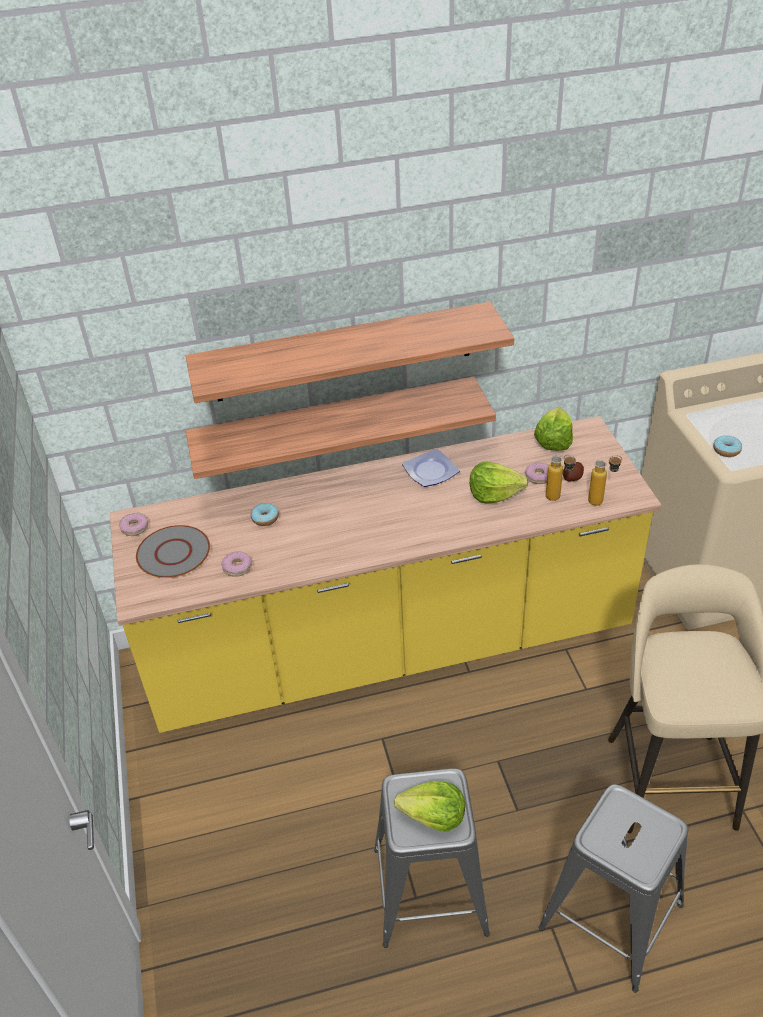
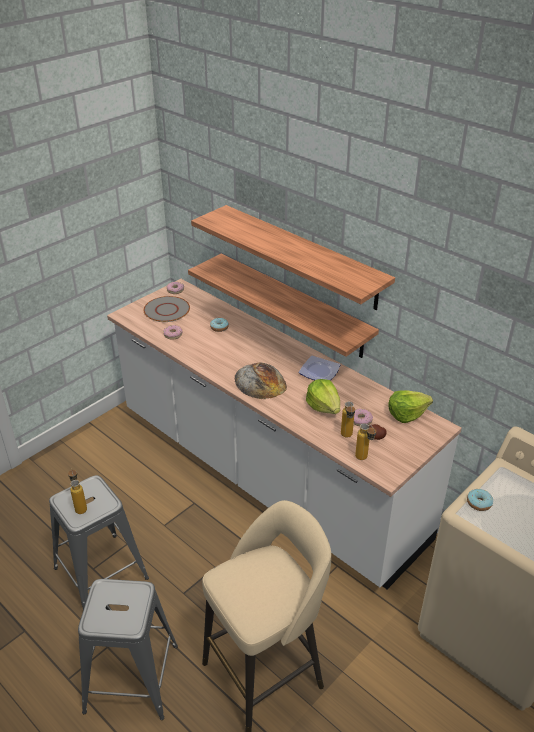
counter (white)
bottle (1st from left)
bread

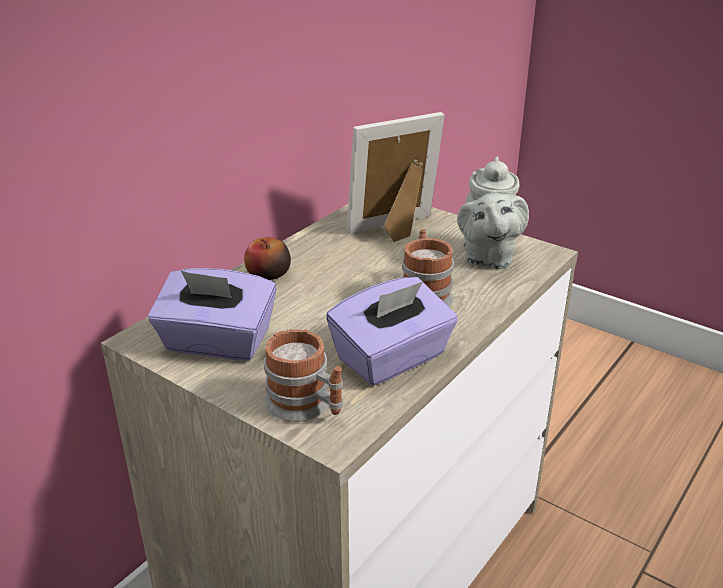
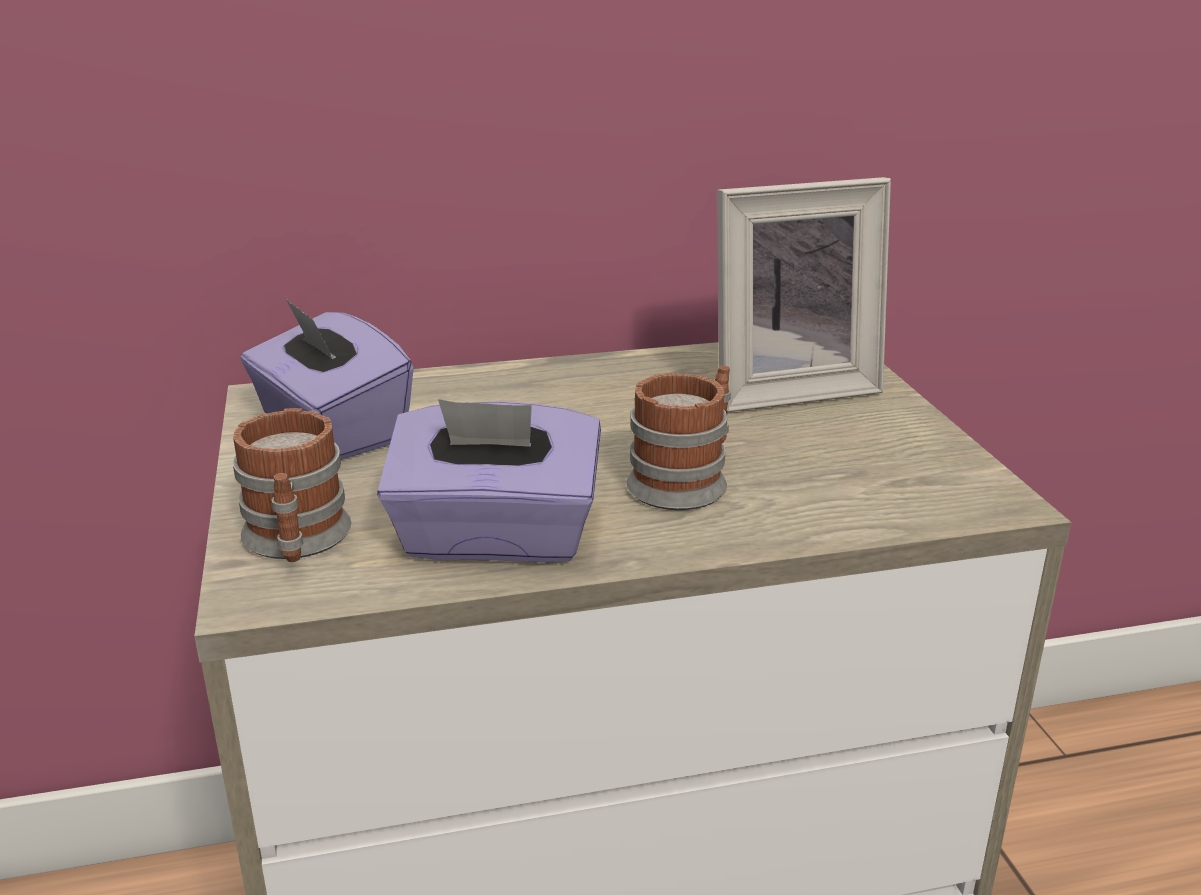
picture frame
teapot (grey)
apple

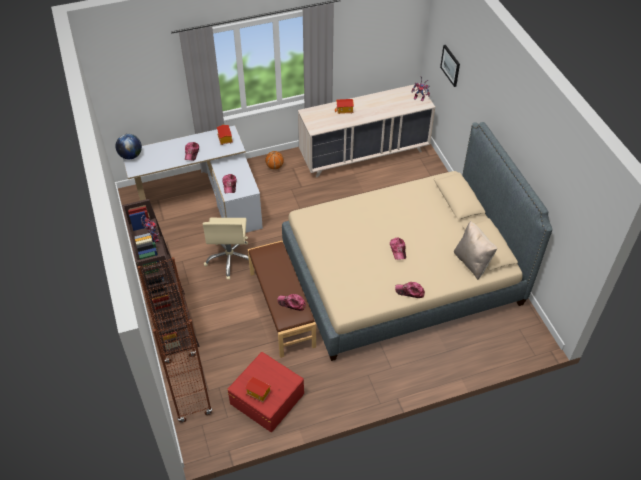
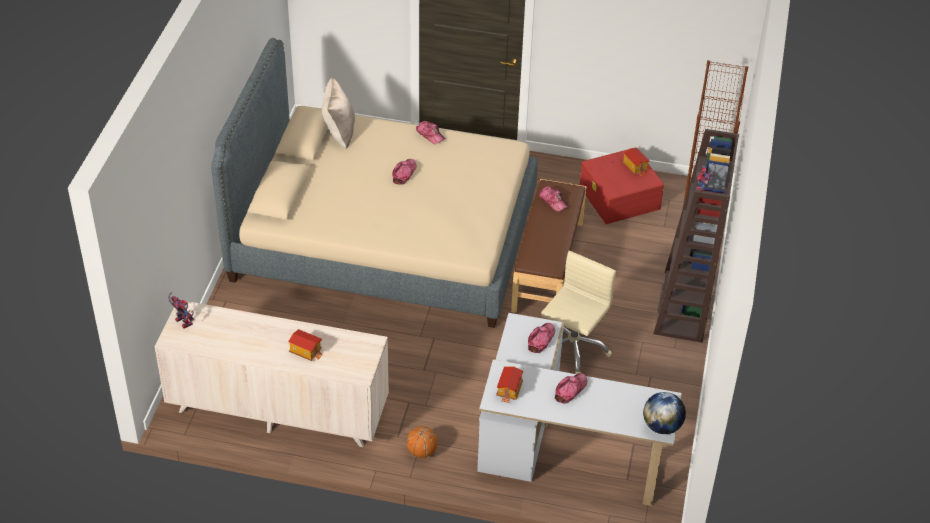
picture

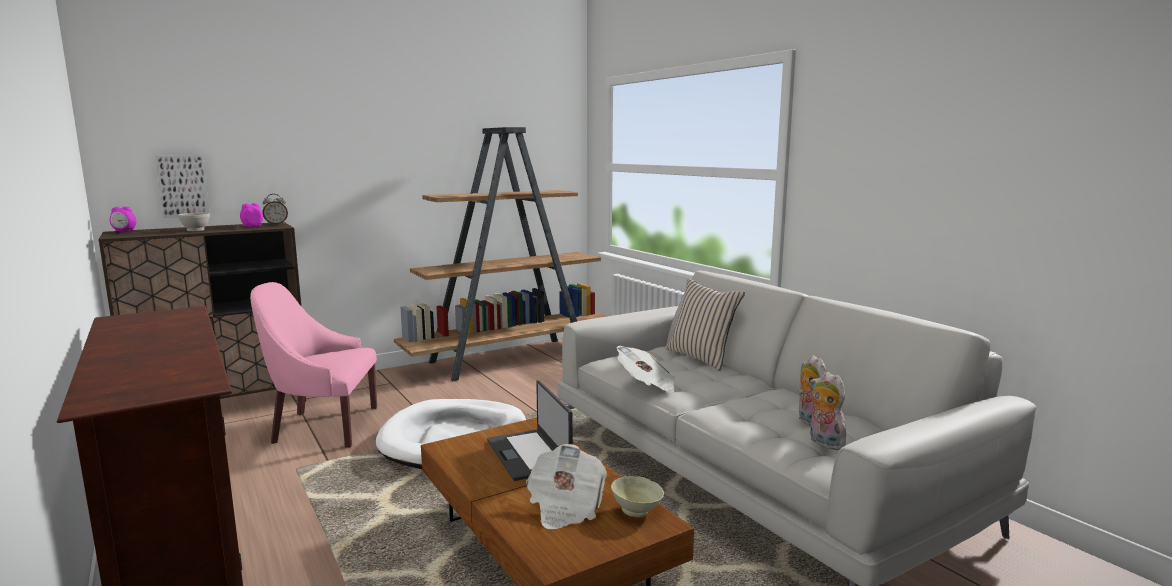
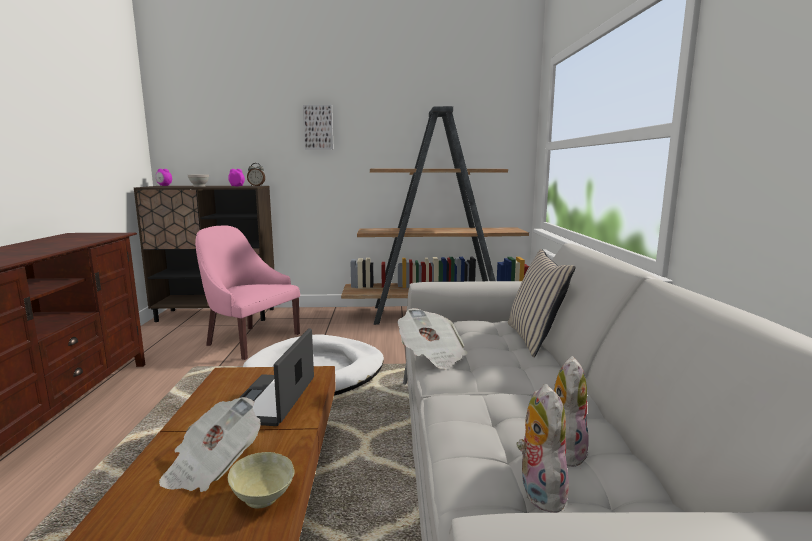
picture

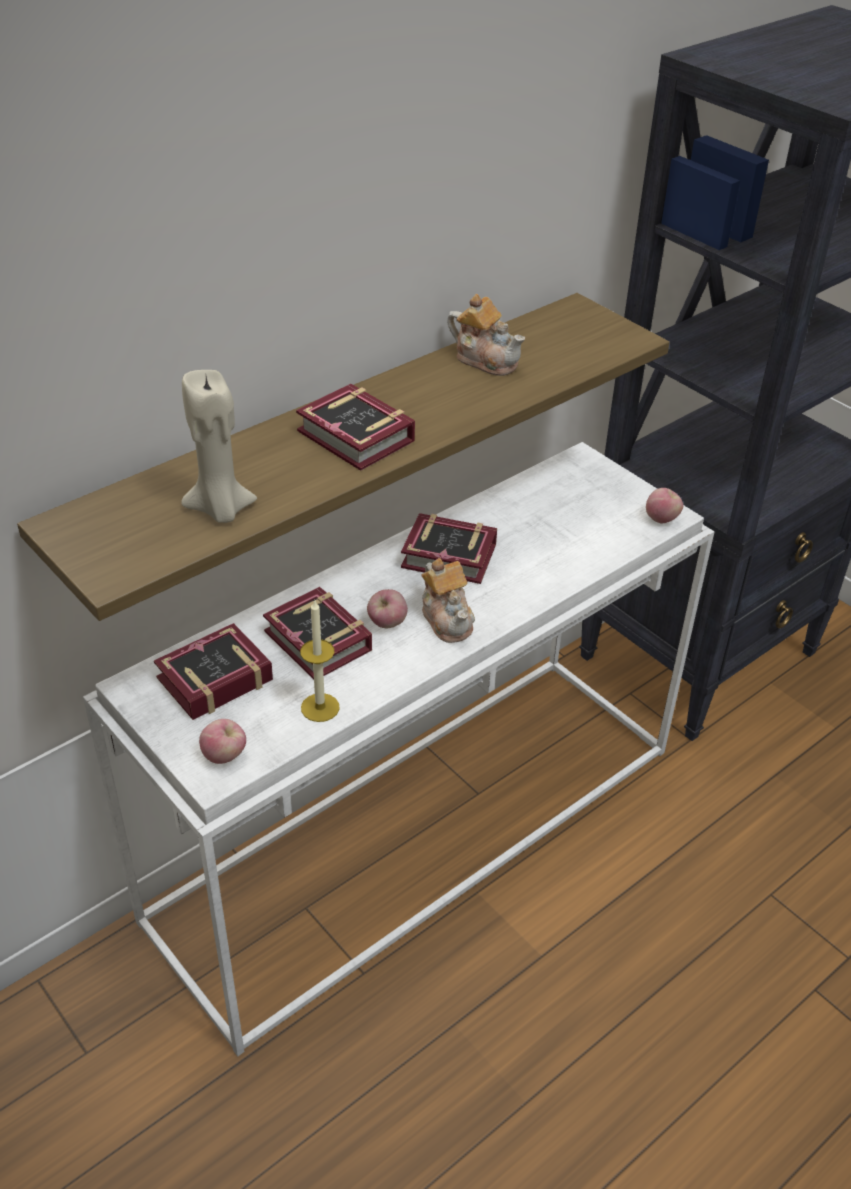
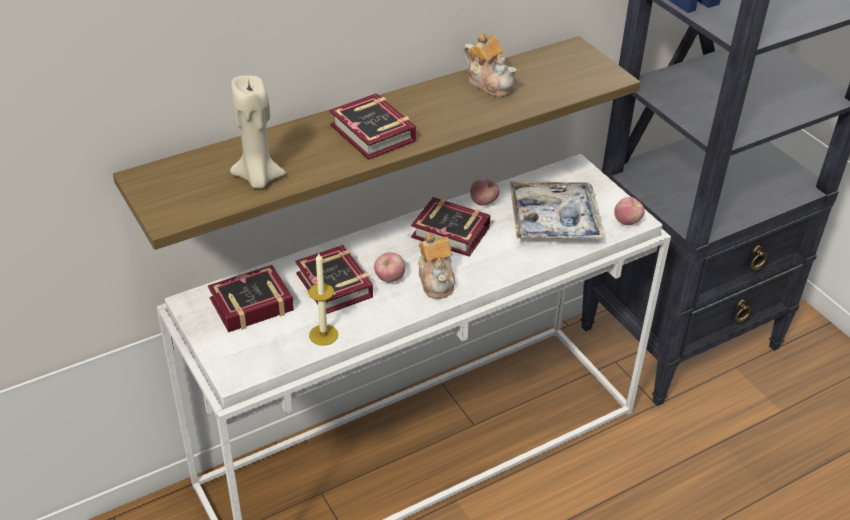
apple (2nd from left)
tray

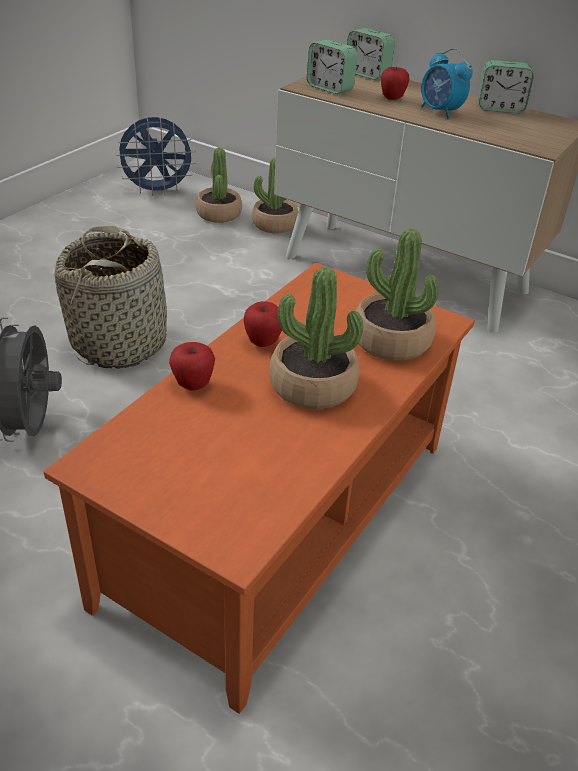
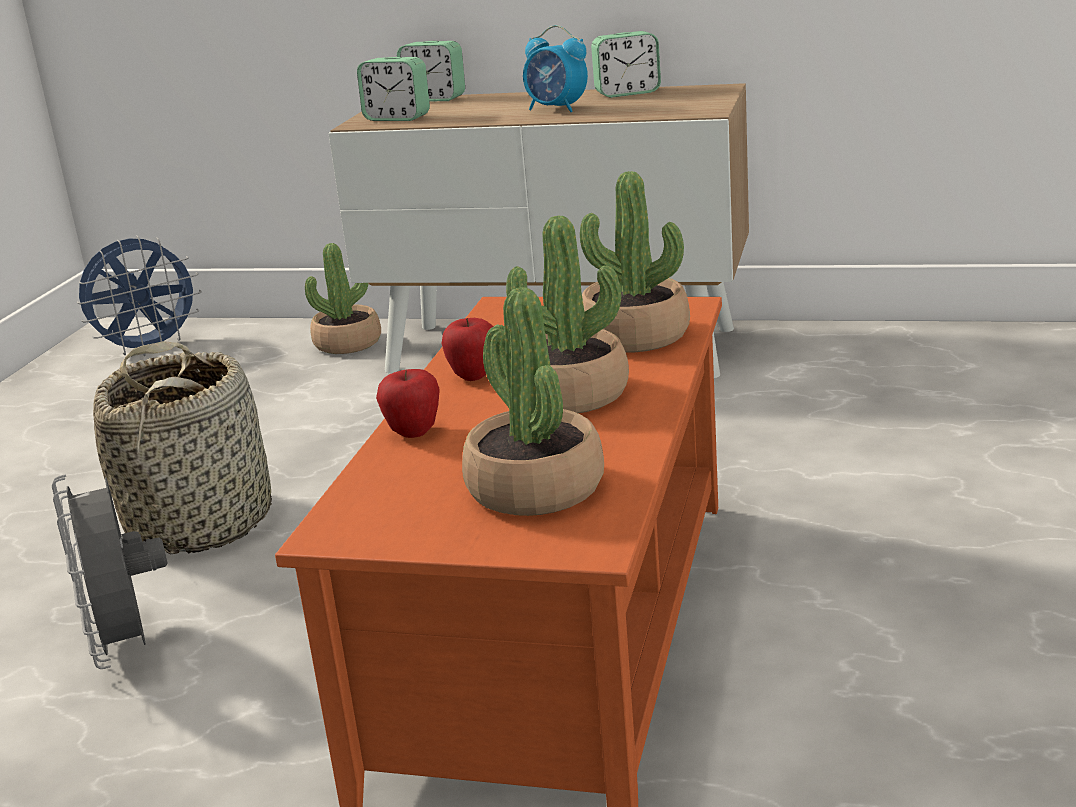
apple (3rd from left in the first image)
potted plant (2nd from left)

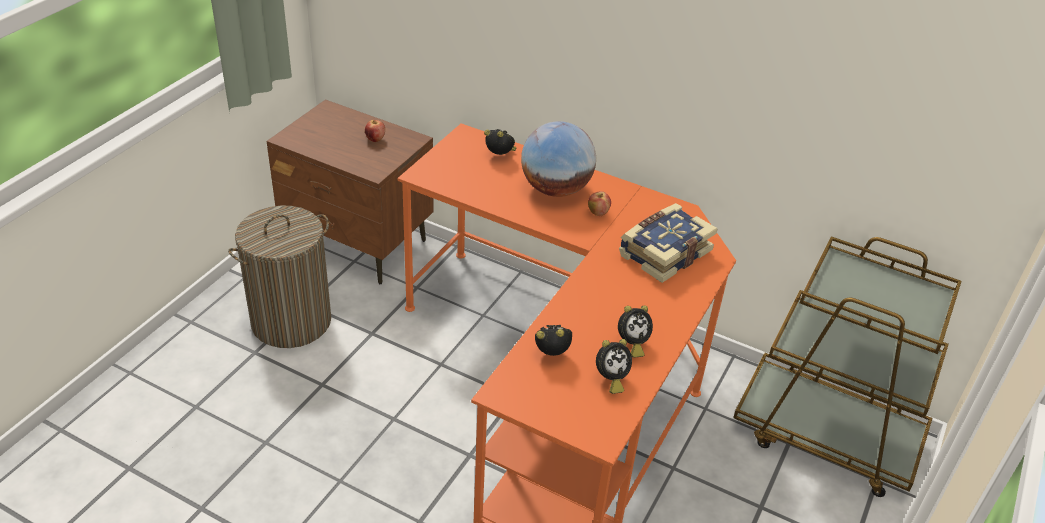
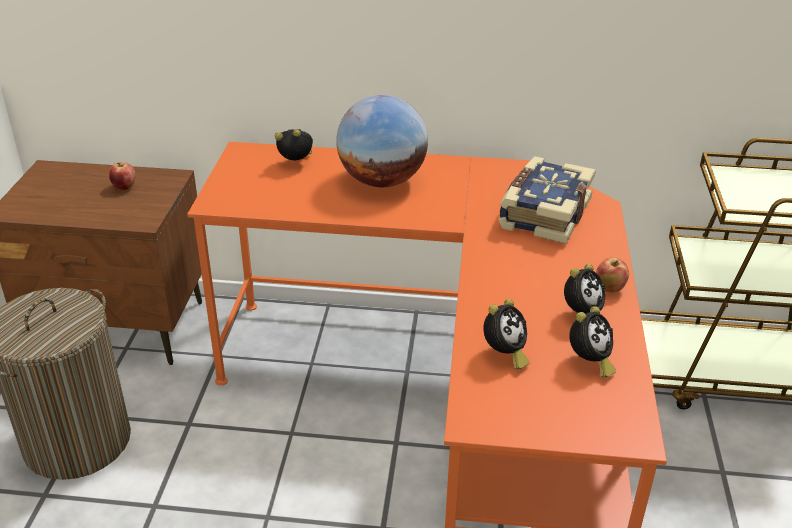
apple (2nd from left)
alarm clock (2nd from left)

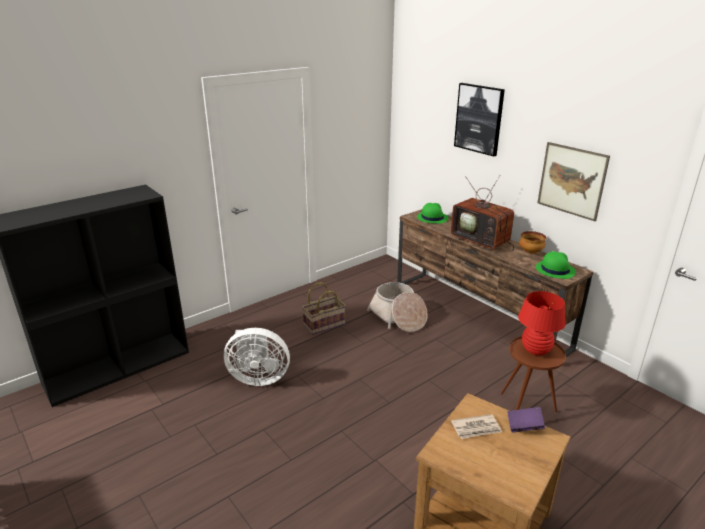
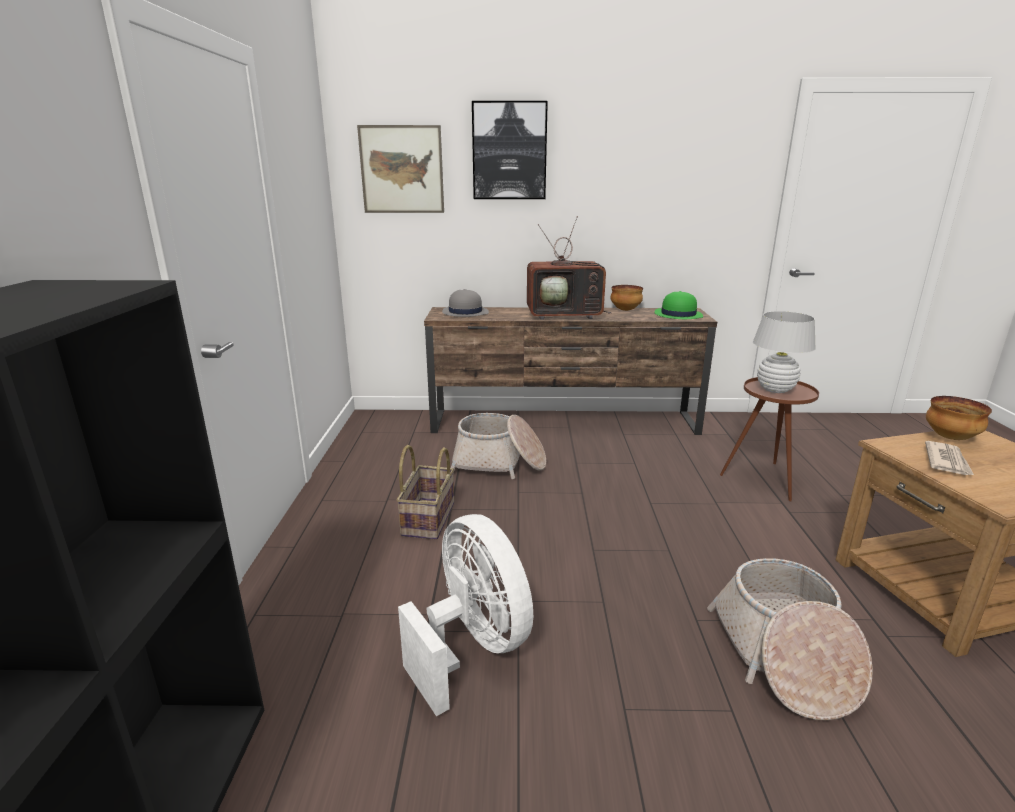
picture (1st from left)
hat (grey)
table lamp (white)
fan (white)
bowl (2nd from left)
basket (3rd from left)

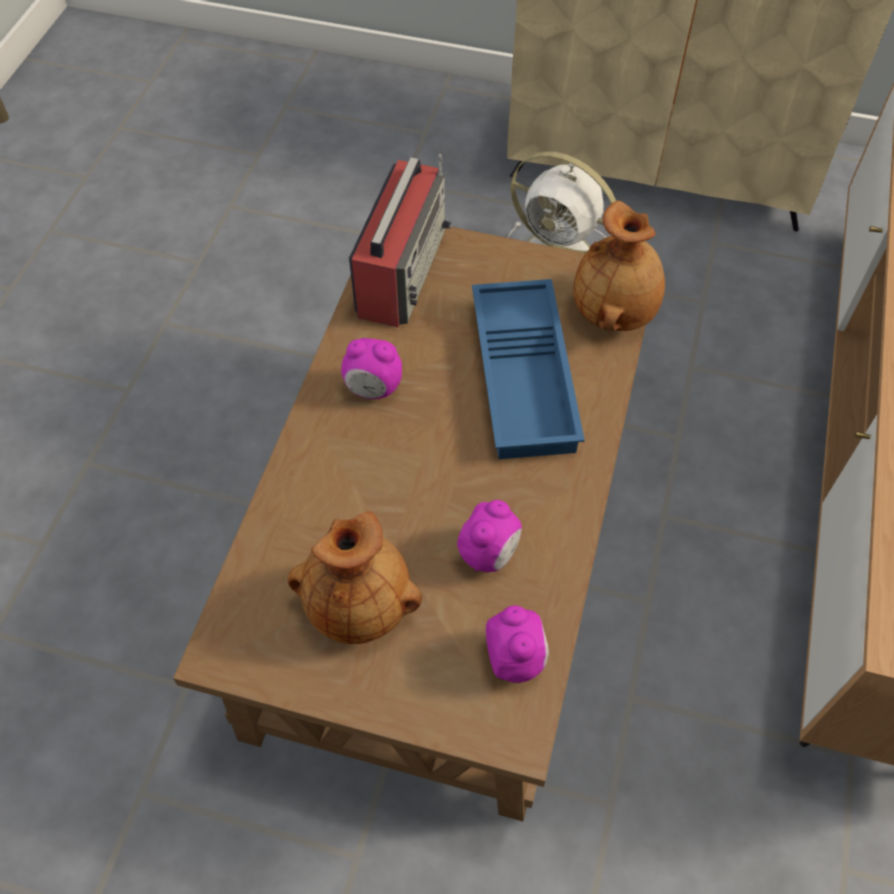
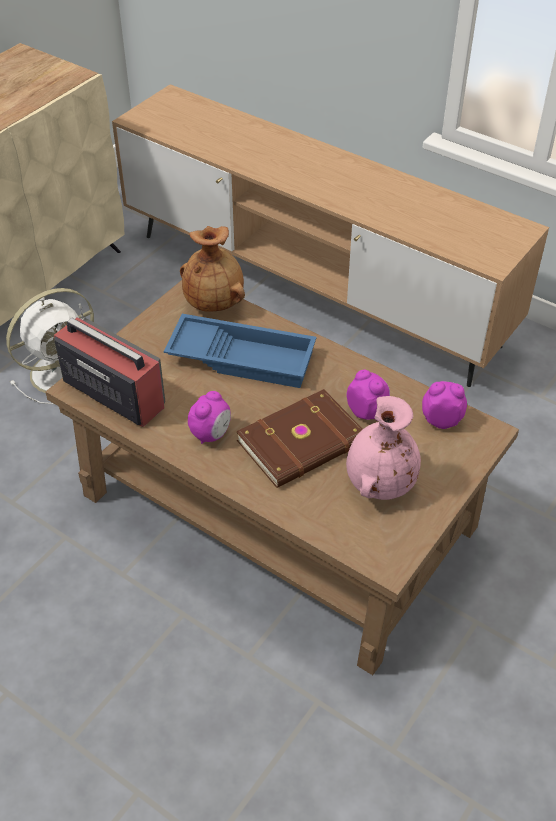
vase (pink)
book (brown)

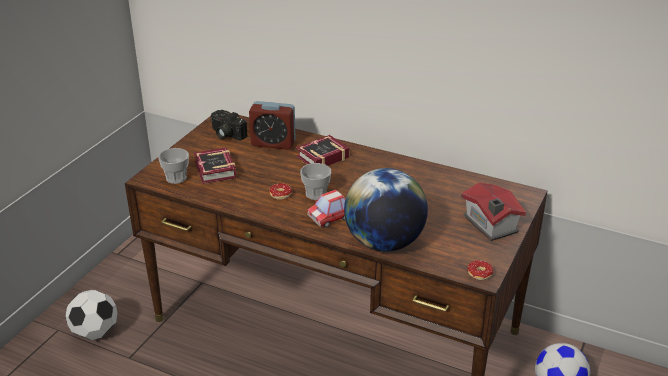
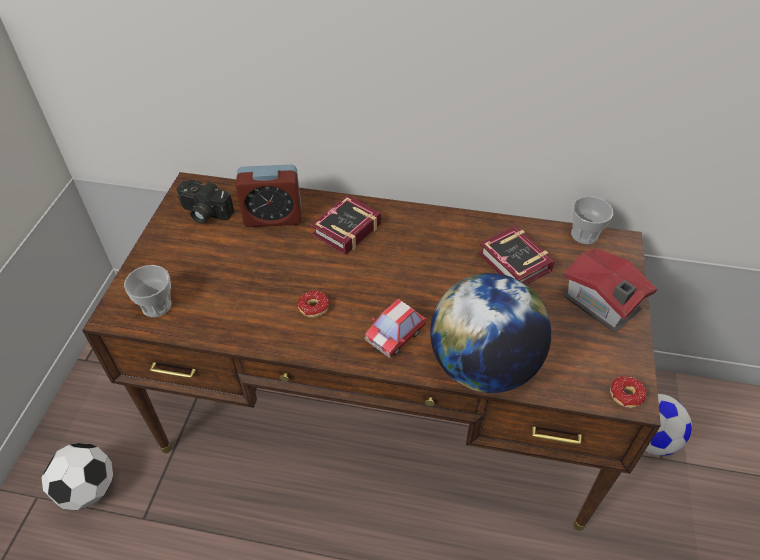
book (2nd from left)
cup (2nd from left)

